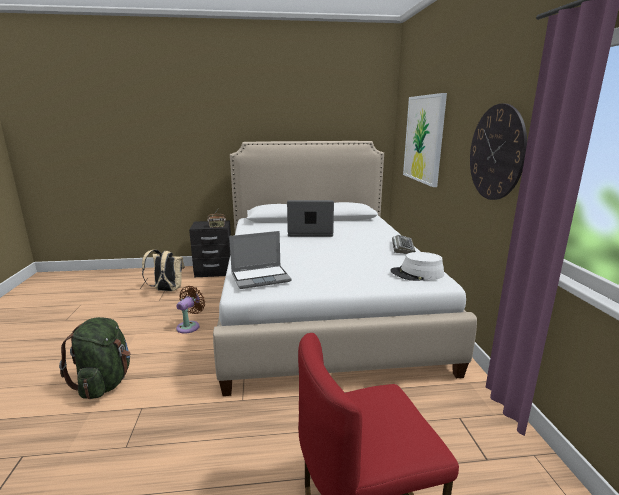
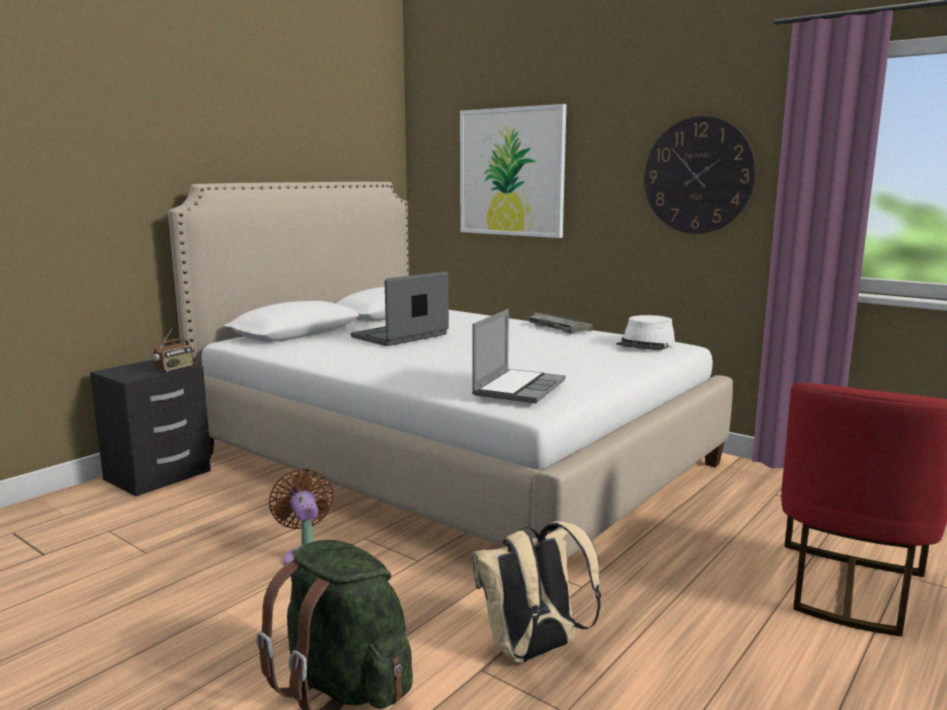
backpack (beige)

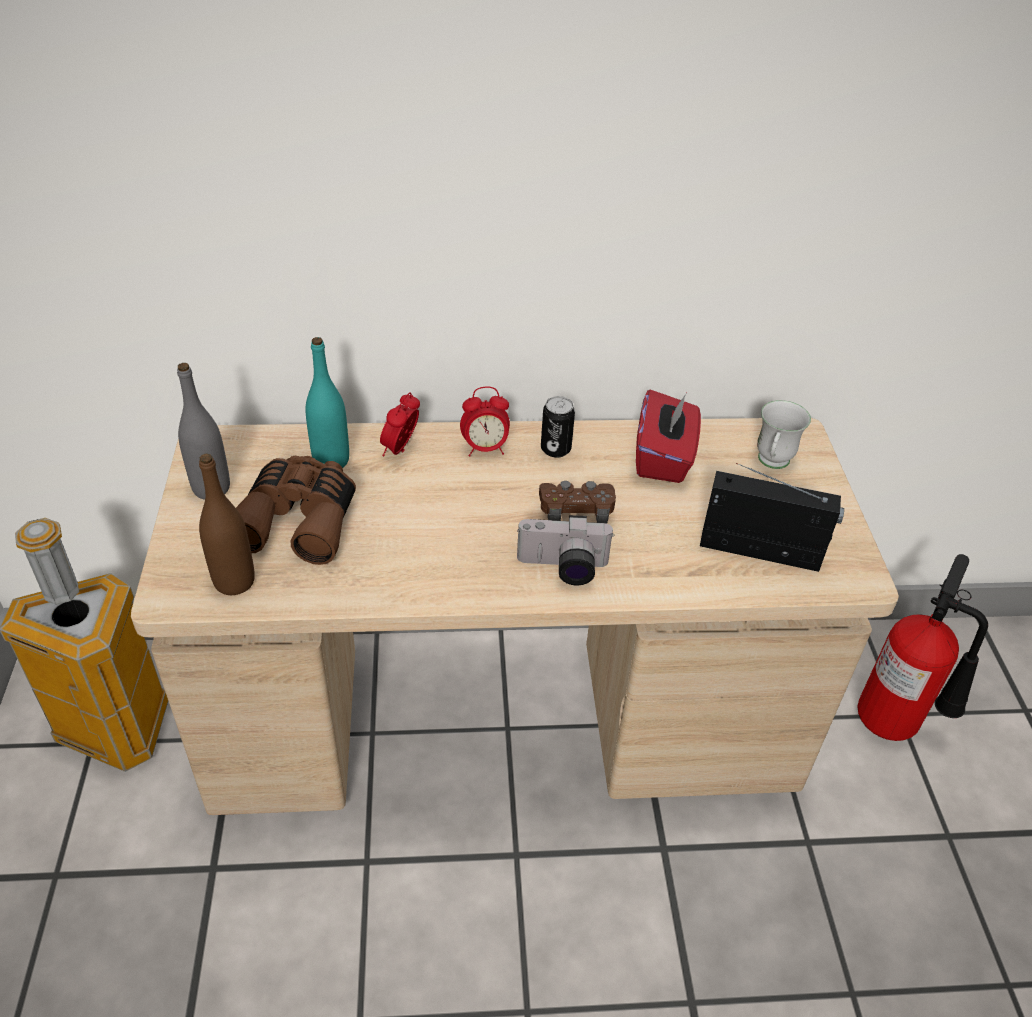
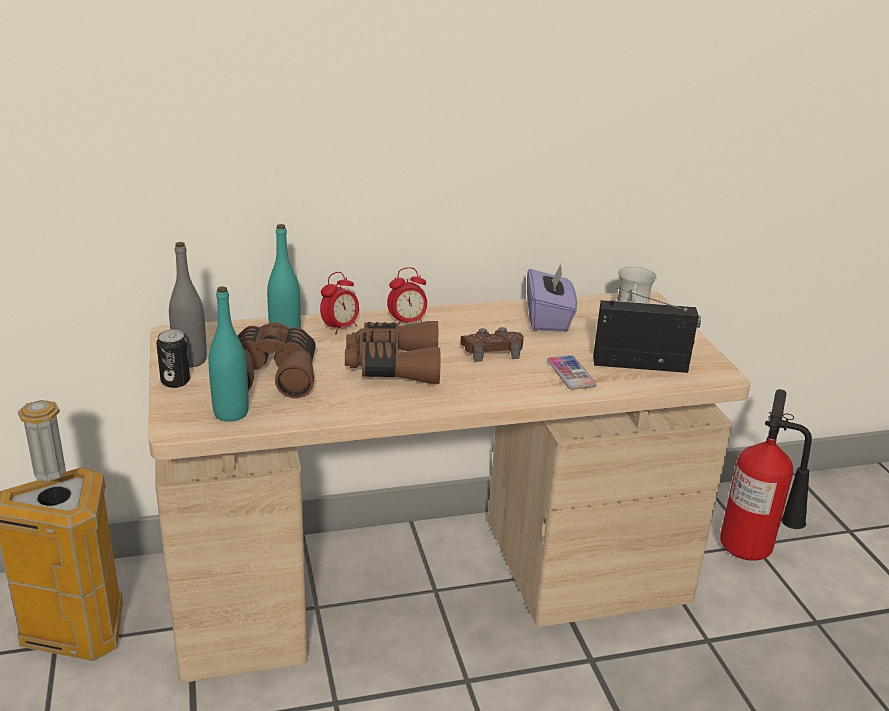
tissue box (purple)
alarm clock (1st from left)
can
bottle (turquoise) (1st from left)
photo camera
binoculars (brown) (2nd from left)
phone

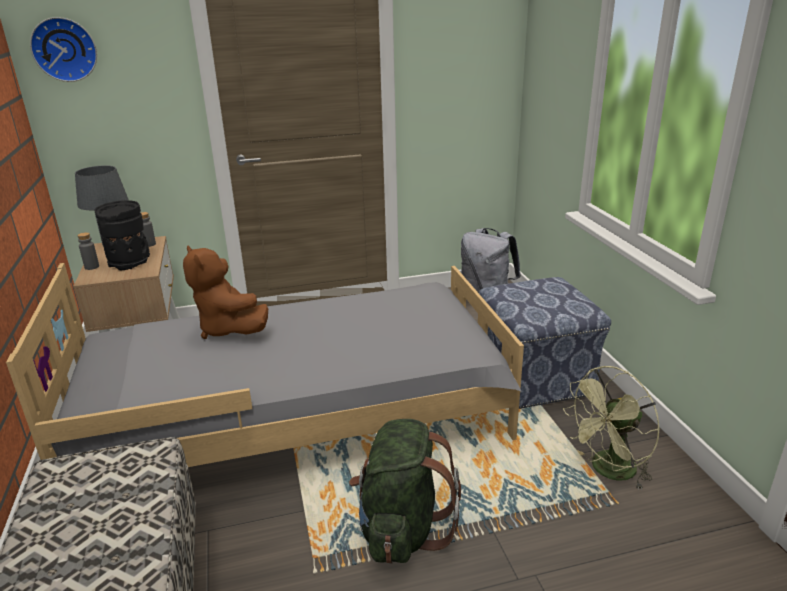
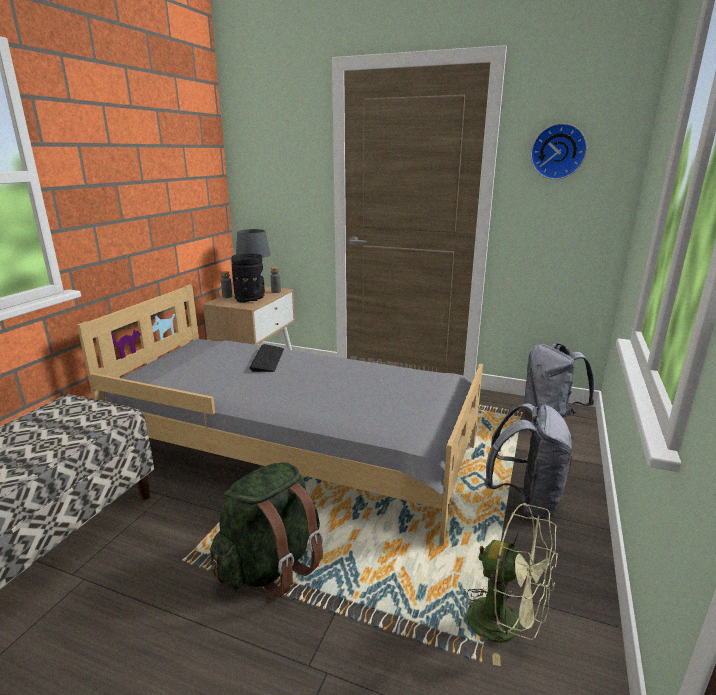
wall clock
keyboard
backpack (grey) (1st from left)
fan (green)

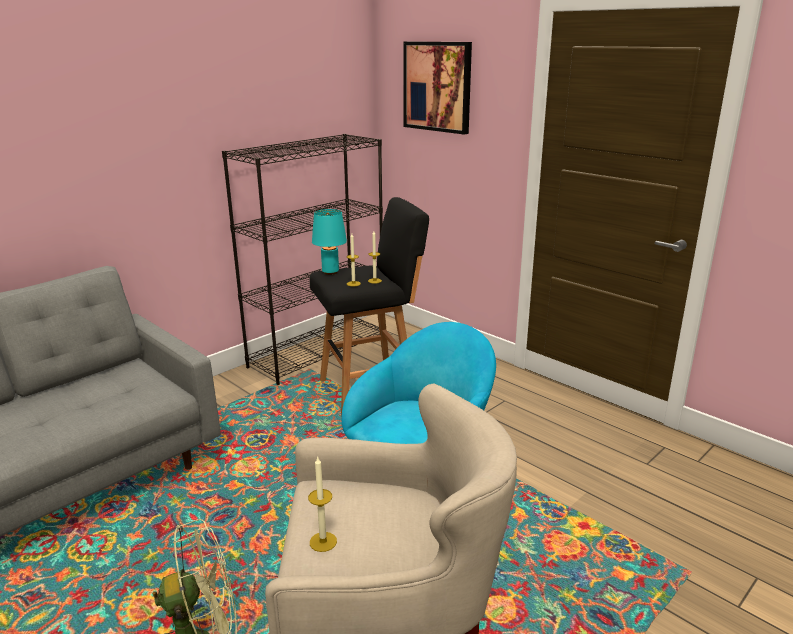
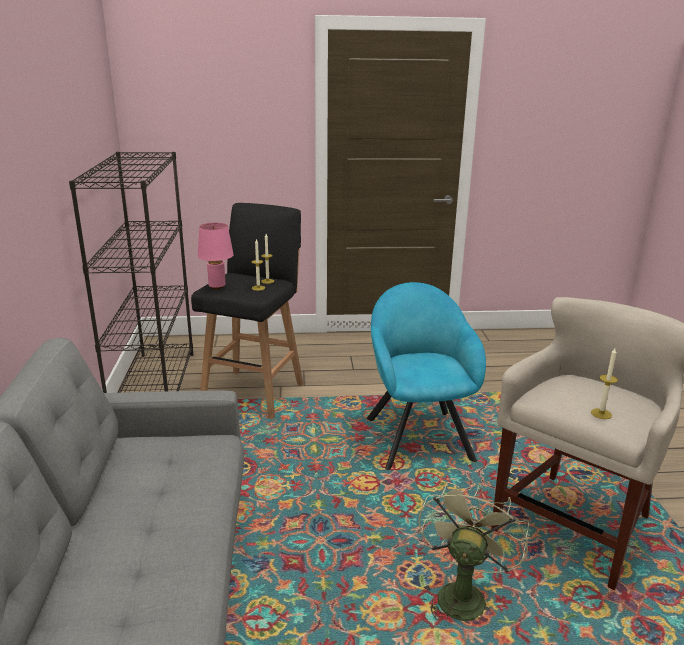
picture
table lamp (pink)

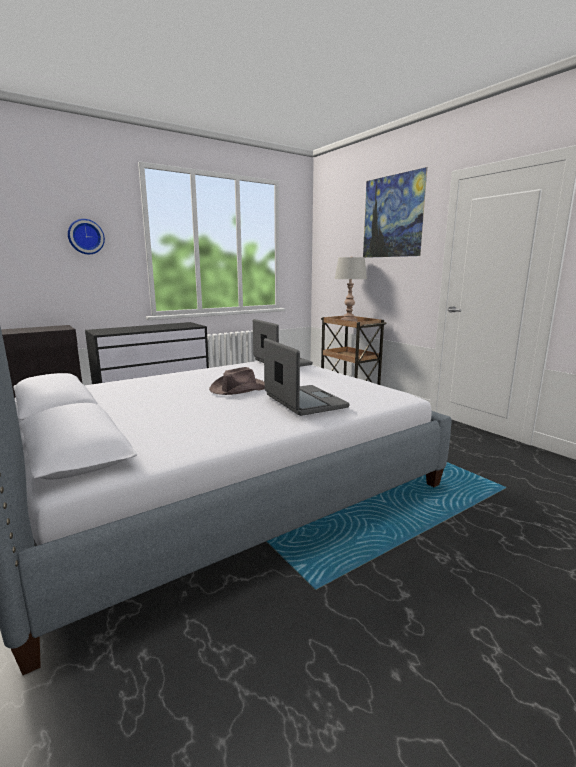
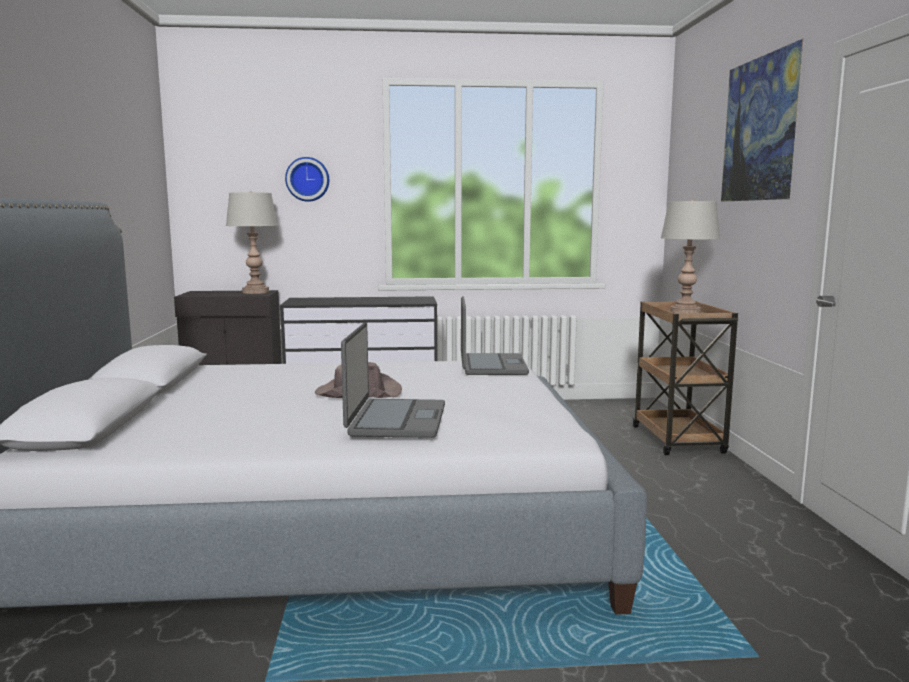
table lamp (grey) (1st from left)

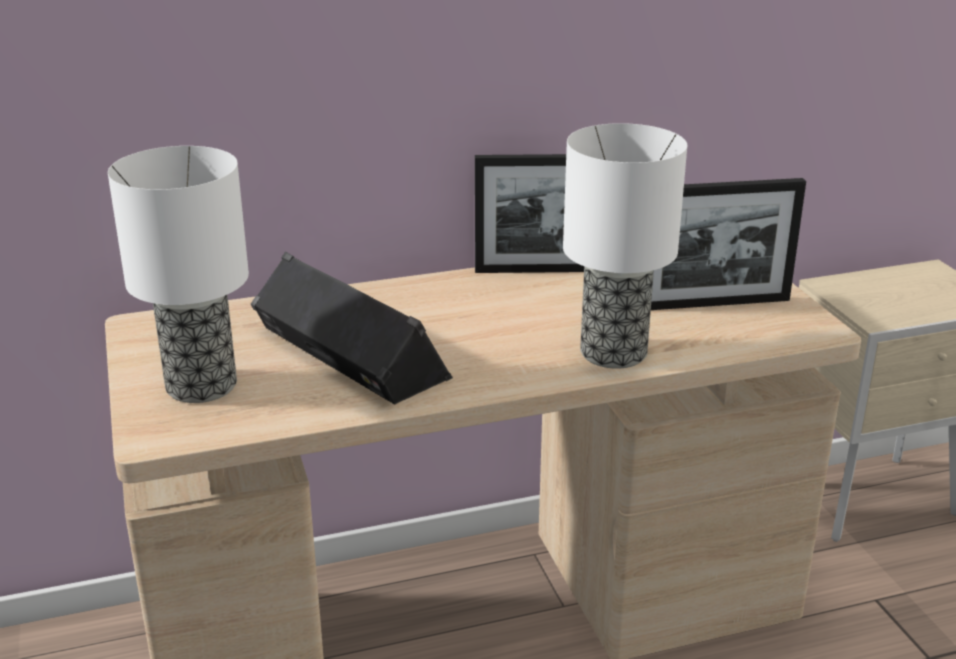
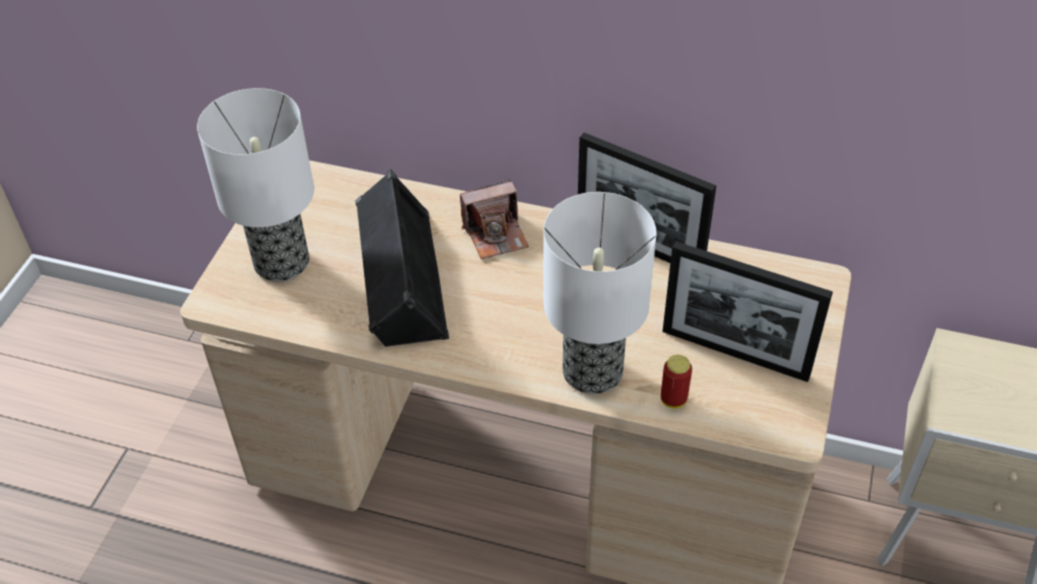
photo camera
can

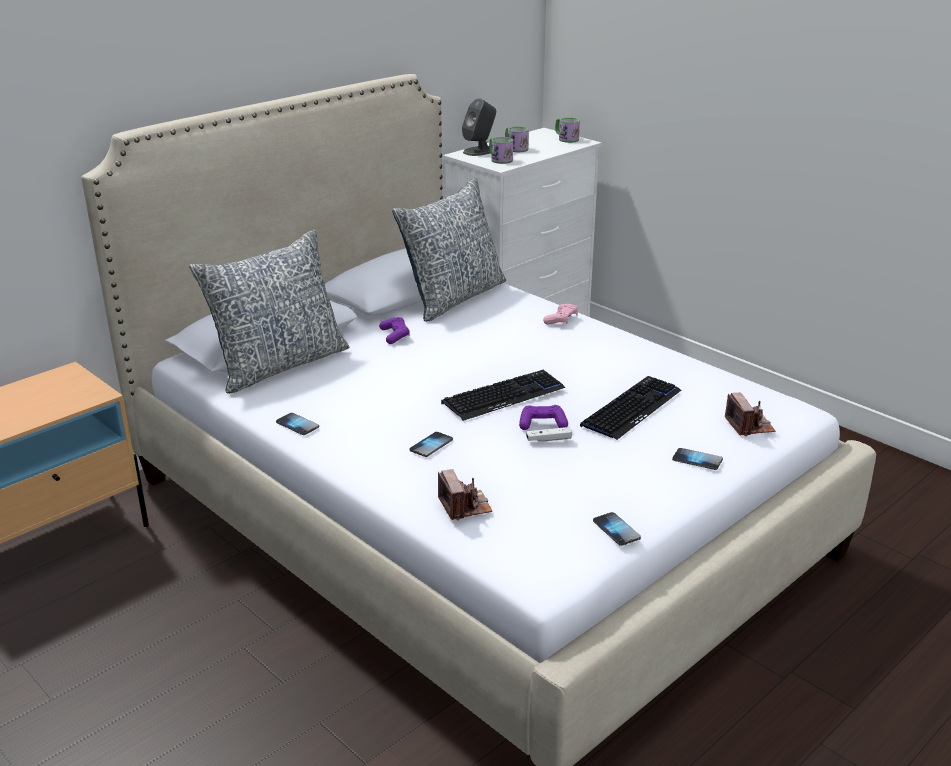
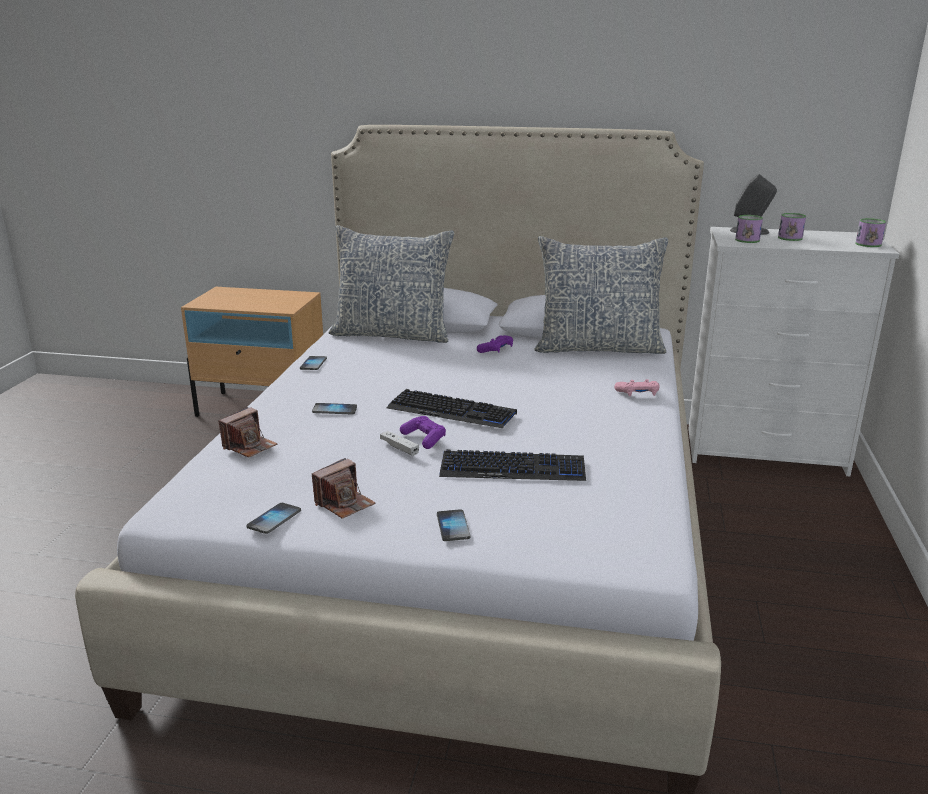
photo camera (2nd from left)

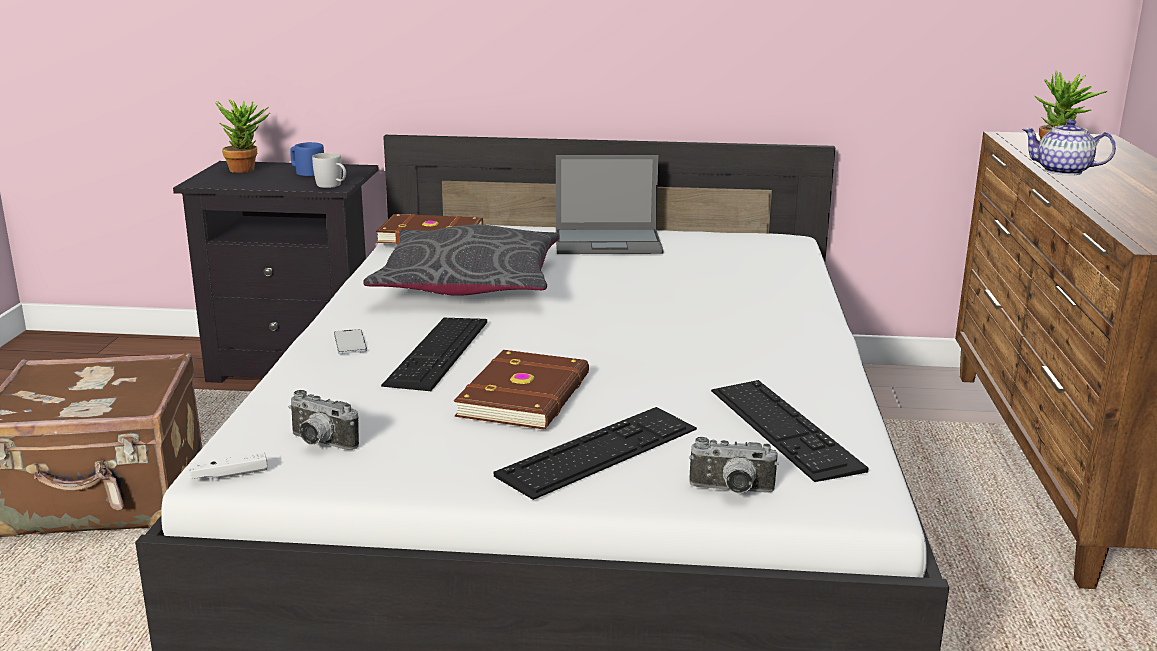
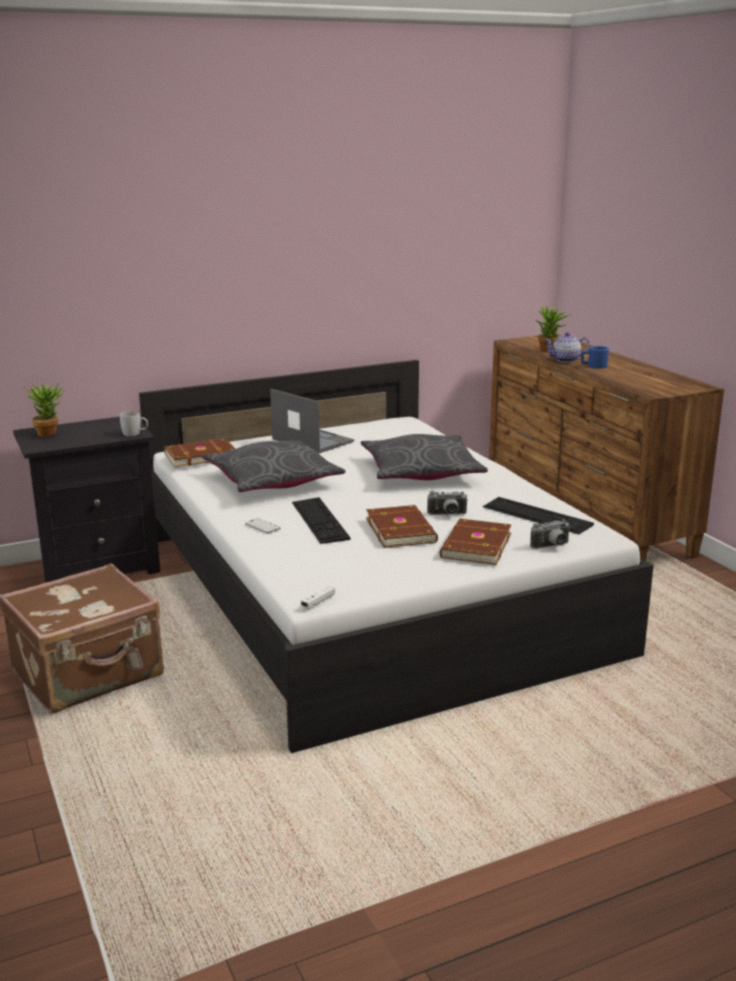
mug (blue)
laptop
photo camera (1st from left)
book (brown) (3rd from left)
pillow (grey) (2nd from left)

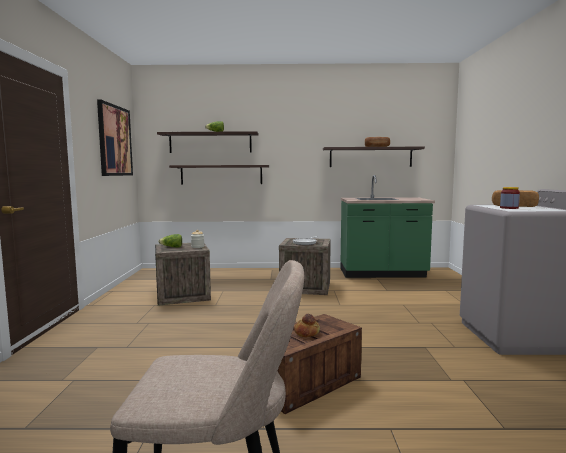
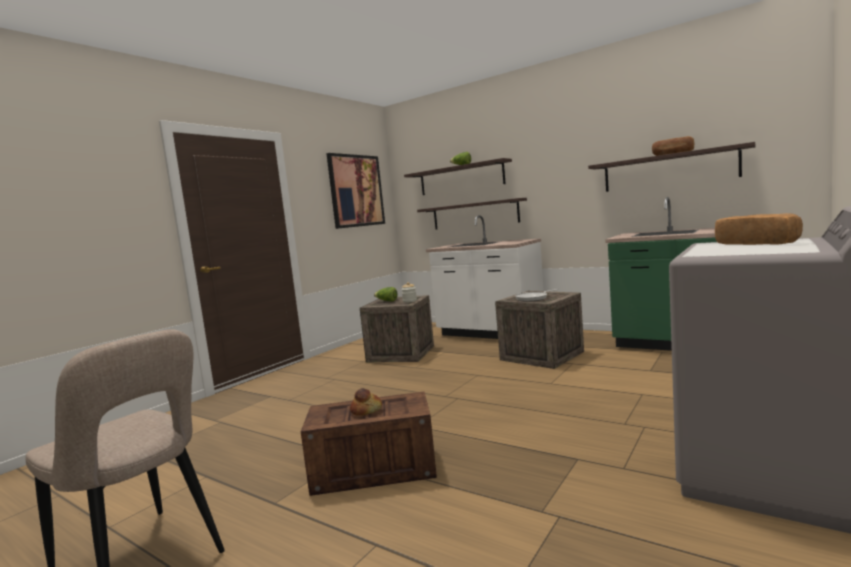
jar (2nd from left in the first image)
counter (white)

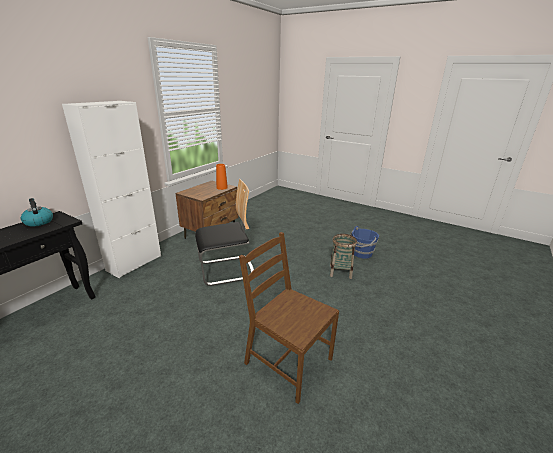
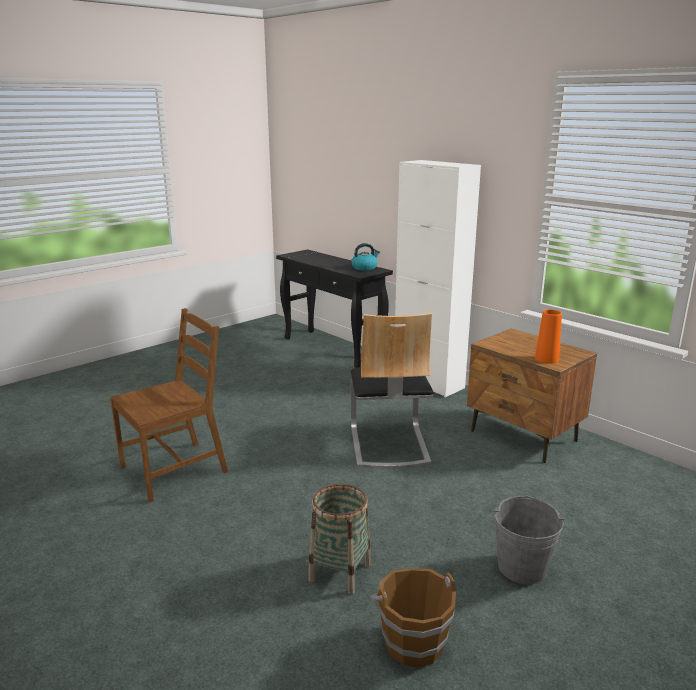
bucket (brown)
bucket (grey)

